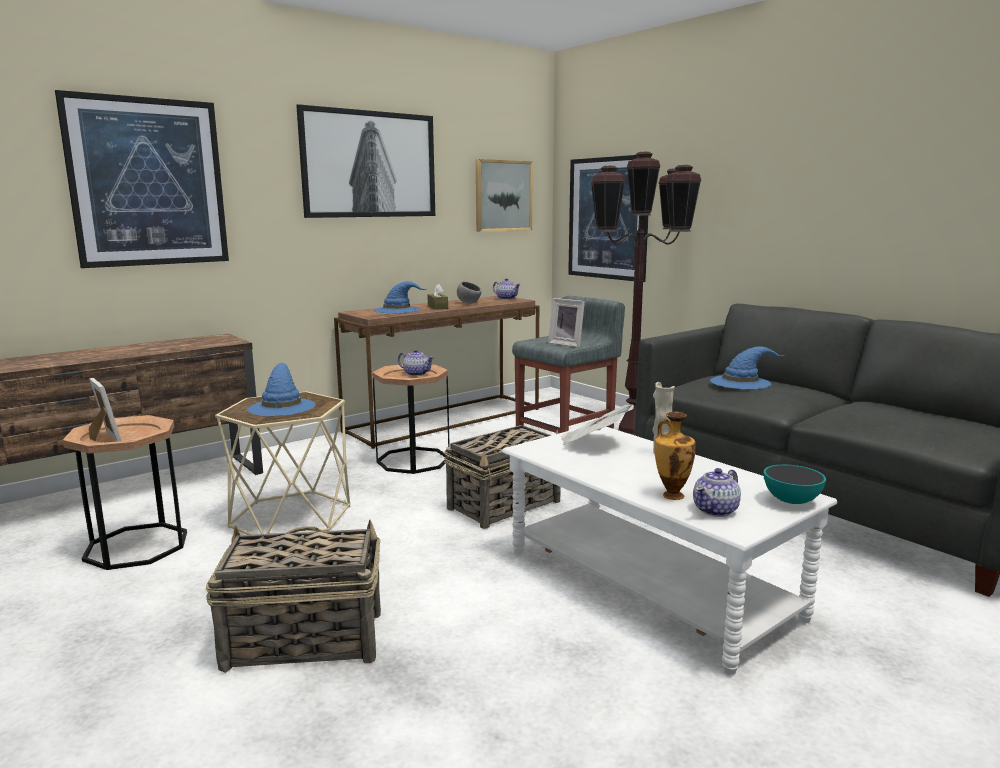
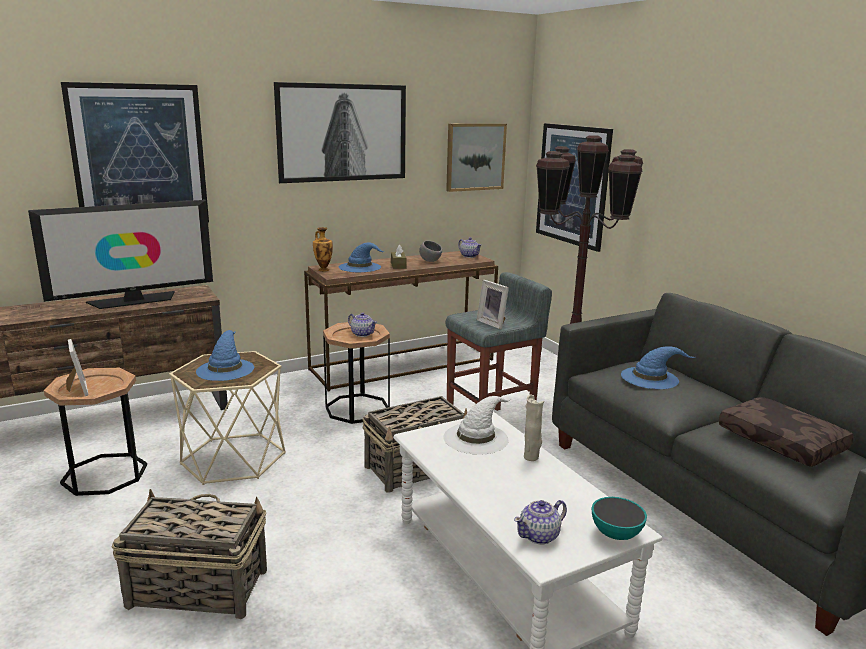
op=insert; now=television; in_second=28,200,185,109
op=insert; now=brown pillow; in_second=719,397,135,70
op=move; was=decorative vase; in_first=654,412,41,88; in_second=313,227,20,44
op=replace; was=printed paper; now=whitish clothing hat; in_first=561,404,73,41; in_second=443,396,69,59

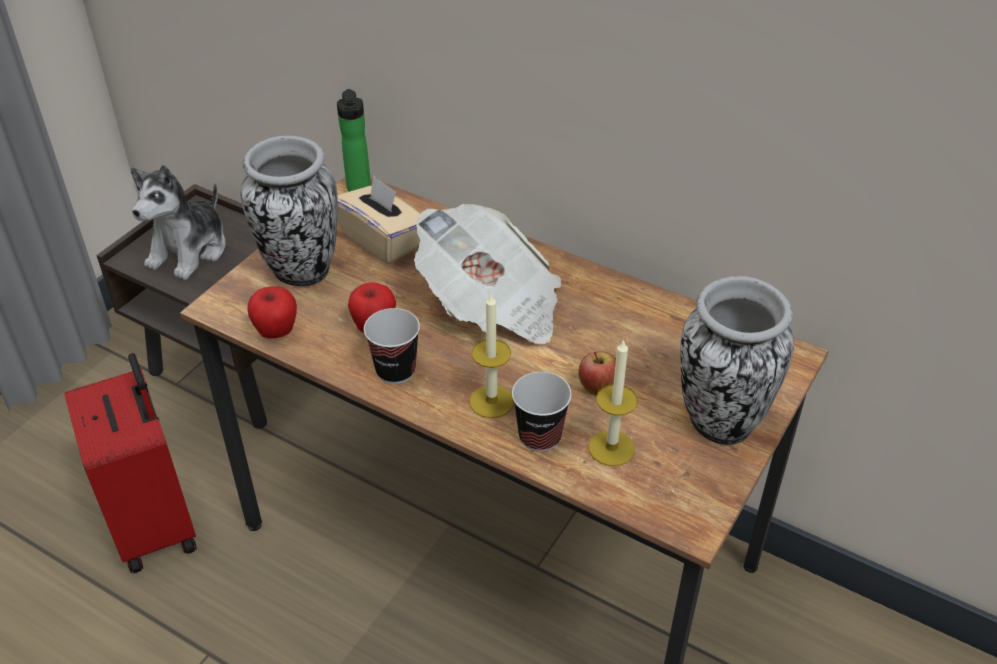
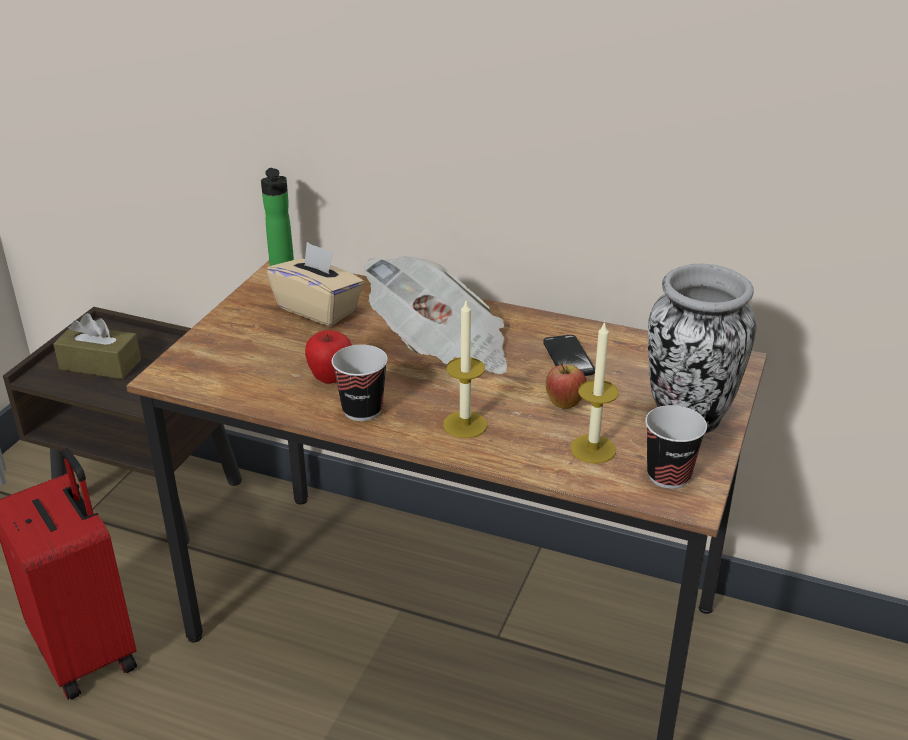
op=delete; was=decorative vase; in_first=241,136,97,151
op=delete; was=whole apple; in_first=248,287,49,51
op=insert; now=telephone; in_second=543,335,52,41
op=move; was=small cup; in_first=512,372,60,80; in_second=645,405,62,84
op=replace; was=cuddly toy; now=brown box of tissues; in_first=130,165,96,115; in_second=53,313,88,66

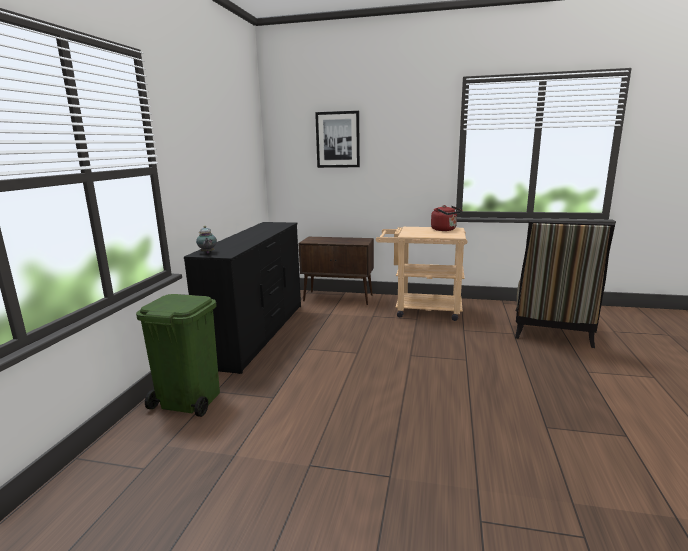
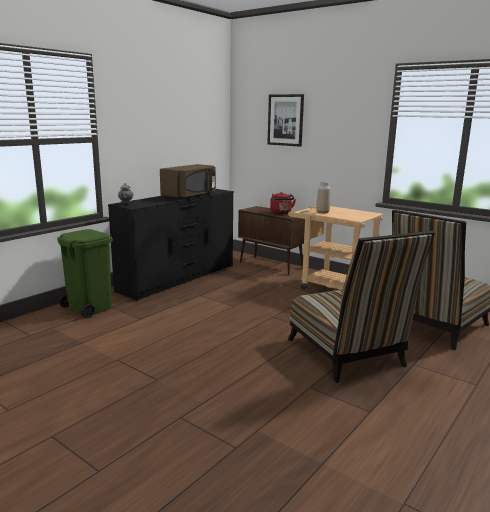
op=insert; now=brown kitchen microwave; in_second=160,164,56,35
op=insert; now=upright chair; in_second=288,231,147,152
op=insert; now=decorative vase; in_second=316,181,14,33
op=move; was=reddish water kettle; in_first=431,205,31,26; in_second=270,192,26,22

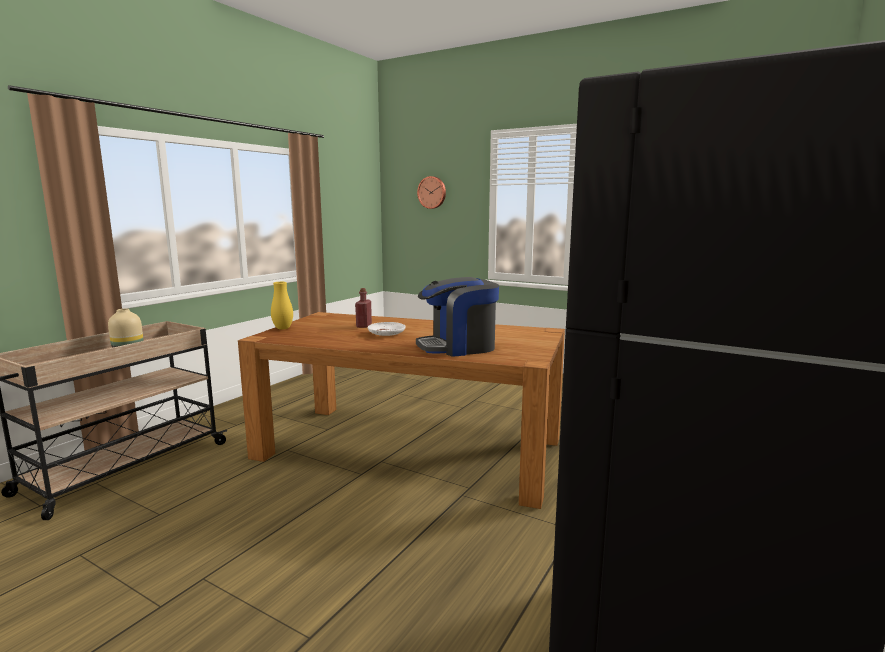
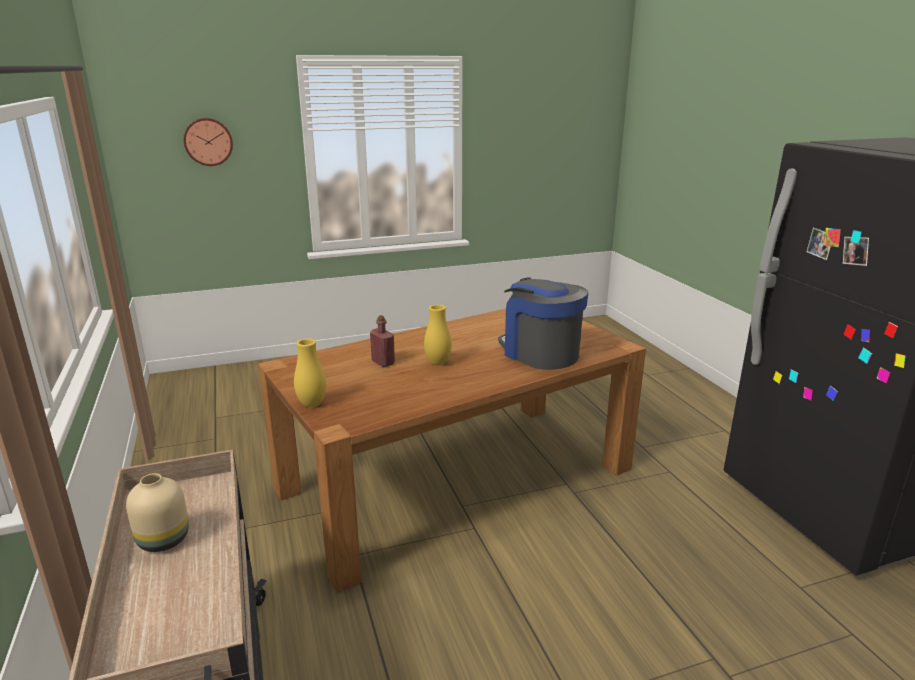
op=replace; was=whitish flat dish; now=yellow decorative vase; in_first=368,322,38,14; in_second=424,305,28,60
op=rotate; was=coffee machine; in_first=416,277,83,80; in_second=498,277,91,93; clockwise=120

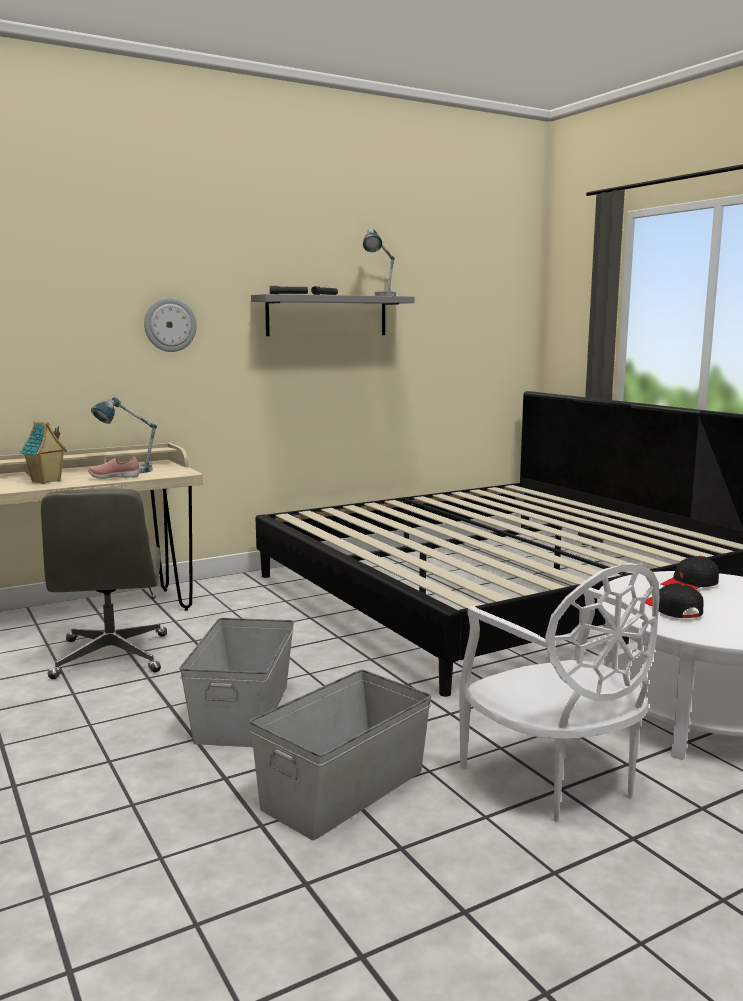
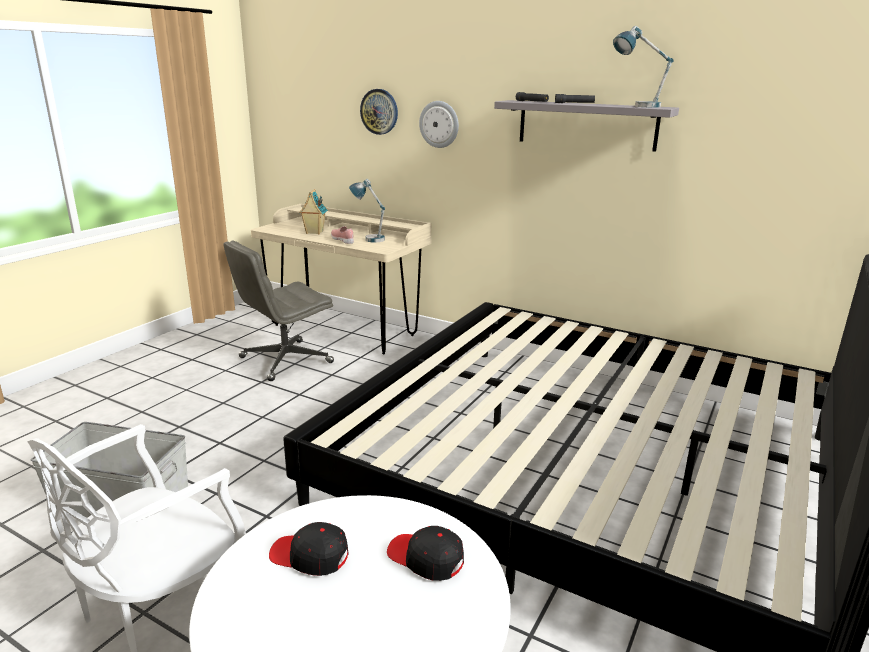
op=delete; was=gray storage bin; in_first=179,618,115,129
op=insert; now=hanging clock; in_second=360,89,38,46
op=rotate; was=black cap; in_first=645,583,58,35; in_second=269,522,80,54; clockwise=-120

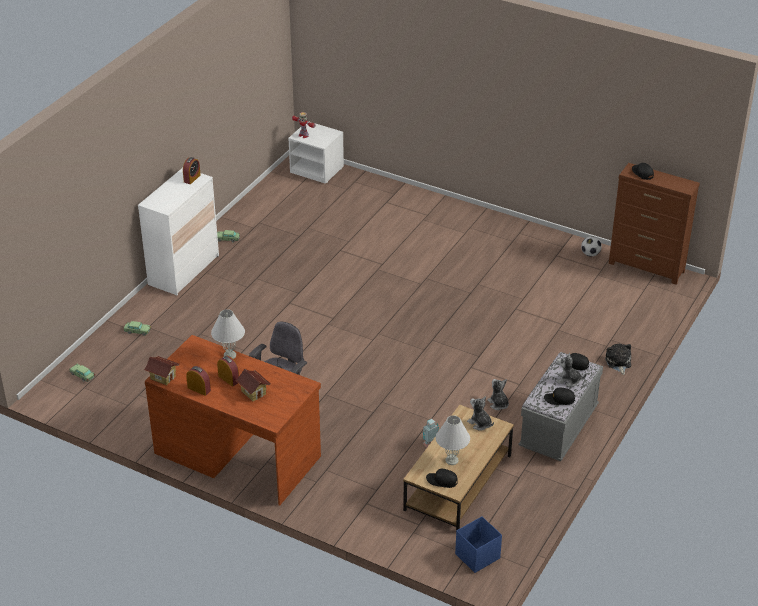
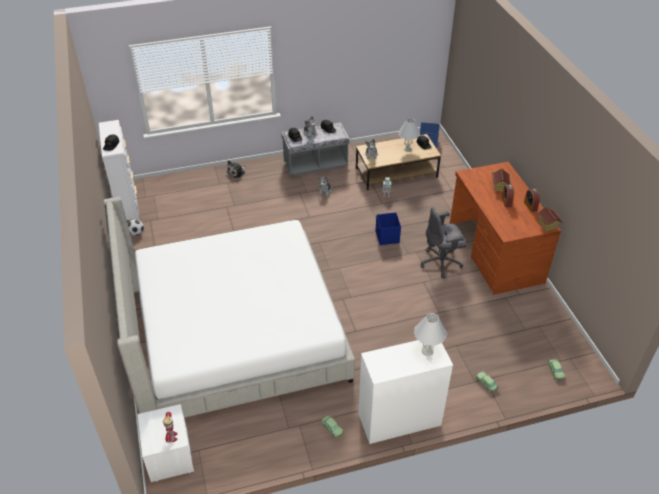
op=delete; was=table clock; in_first=183,157,18,27
op=insert; now=bedroom bed; in_second=103,197,252,221
op=insert; now=blue storage bin; in_second=375,213,26,32
op=move; was=whitish table lamp; in_first=211,309,34,50; in_second=414,313,32,43
op=recolor; was=brown chest of drawers; now=whitish chest of drawers; in_first=609,163,91,122; in_second=98,120,41,100

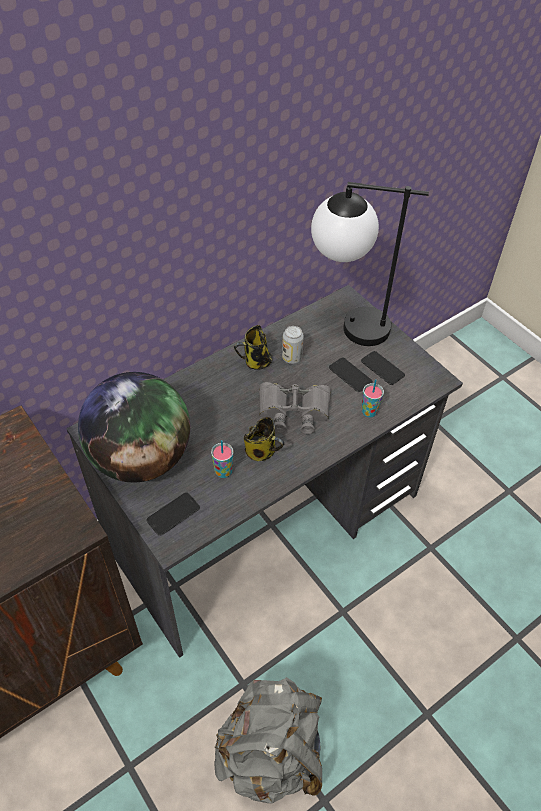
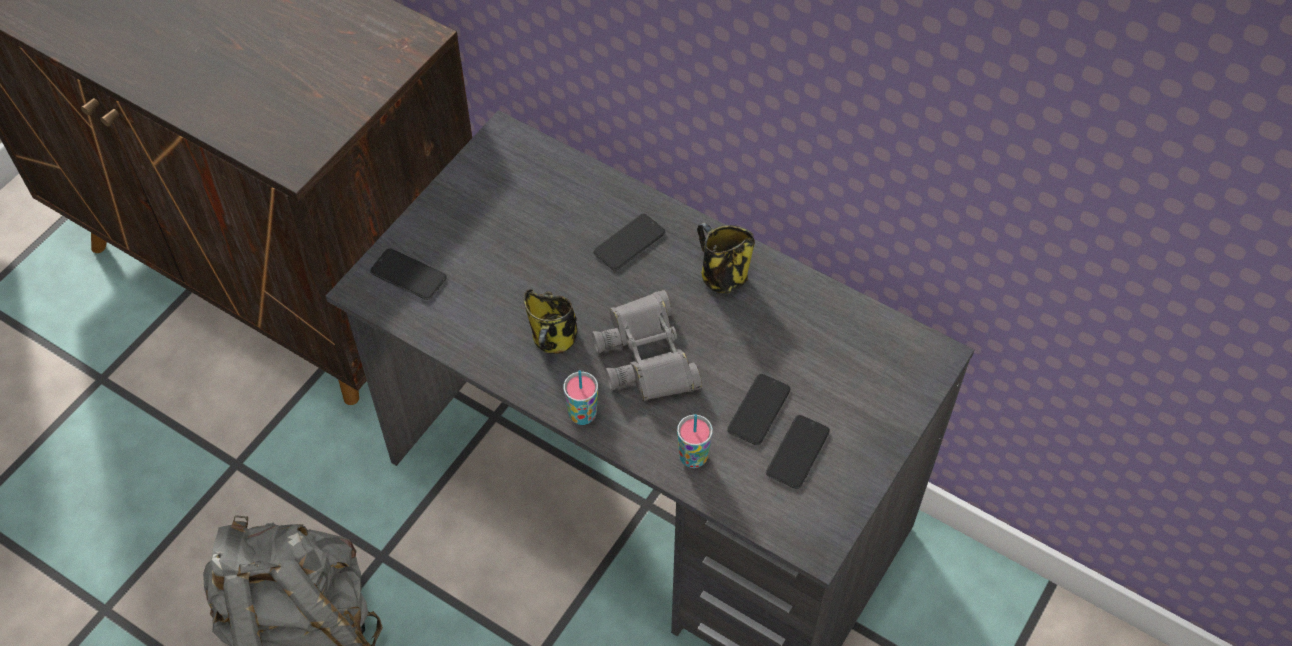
op=delete; was=globe; in_first=78,372,112,110
op=delete; was=sealed can; in_first=282,326,22,38
op=delete; was=table lamp; in_first=311,182,118,164
op=insert; now=telephone; in_second=593,214,72,57
op=move; was=small cup; in_first=211,440,23,38; in_second=563,370,35,55

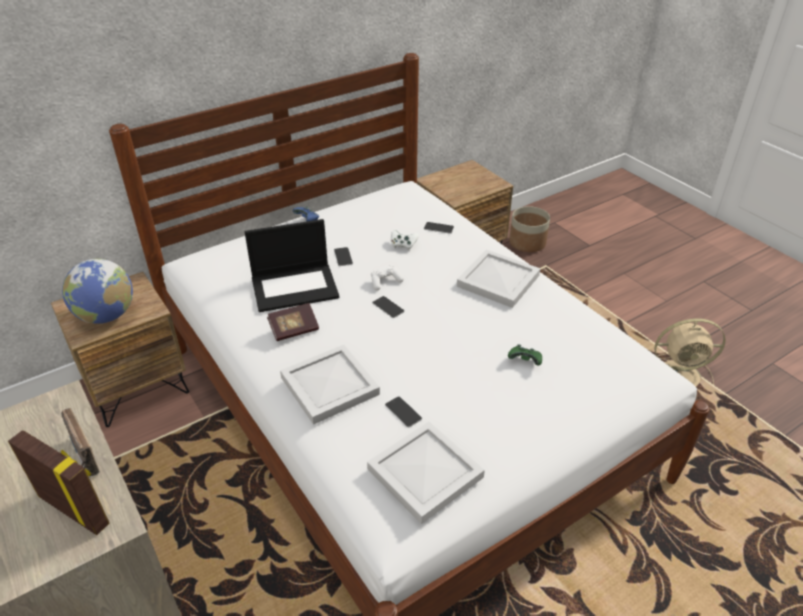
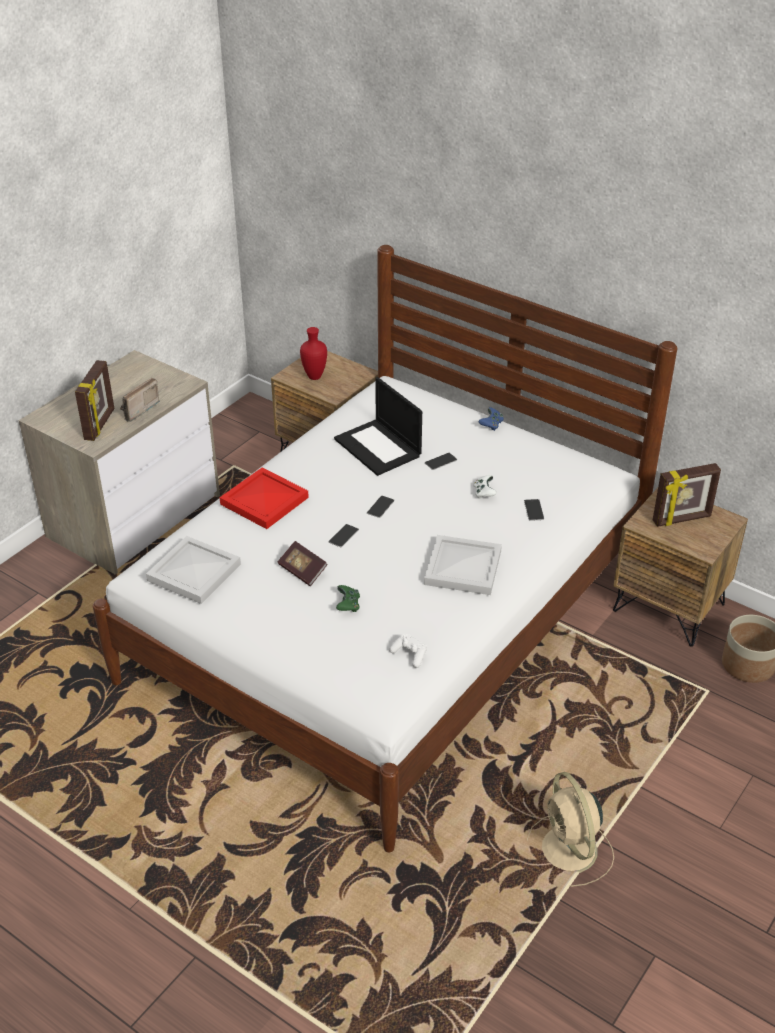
op=insert; now=picture frame; in_second=653,463,68,64
op=move; was=book; in_first=267,303,52,38; in_second=277,541,51,45
op=move; was=whitish joypad; in_first=371,265,33,26; in_second=389,634,38,34
op=move; was=telephone; in_first=385,396,37,31; in_second=329,524,30,23
op=replace; was=globe; now=reddish decorative vase; in_first=62,259,71,65; in_second=300,327,27,53
op=recolor; was=whitish carrying tray; now=reddish carrying tray; in_first=280,345,100,80; in_second=220,468,89,61

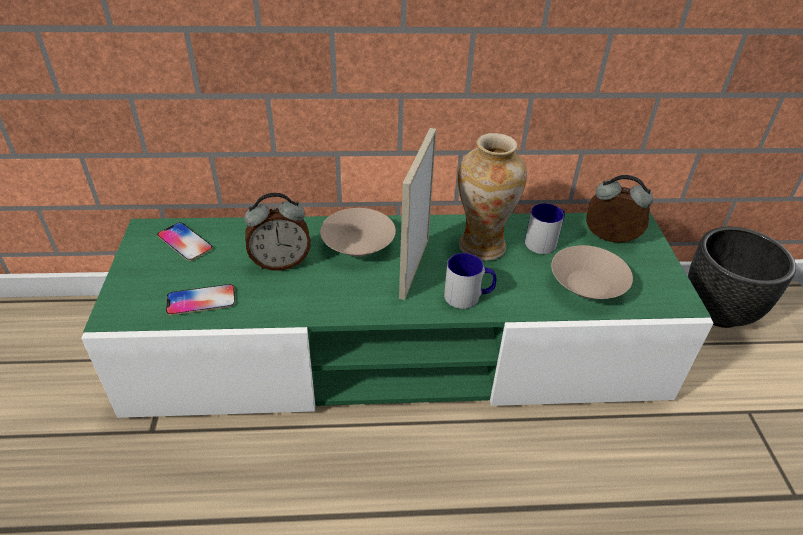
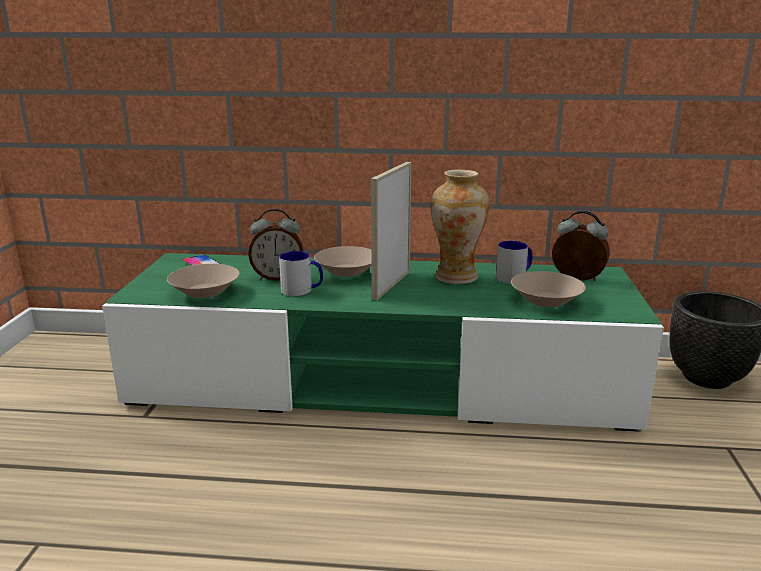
op=move; was=tea mug; in_first=444,253,52,56; in_second=279,251,44,45
op=replace; was=telephone; now=sand-coloured serving bowl; in_first=166,284,69,31; in_second=167,264,72,34

